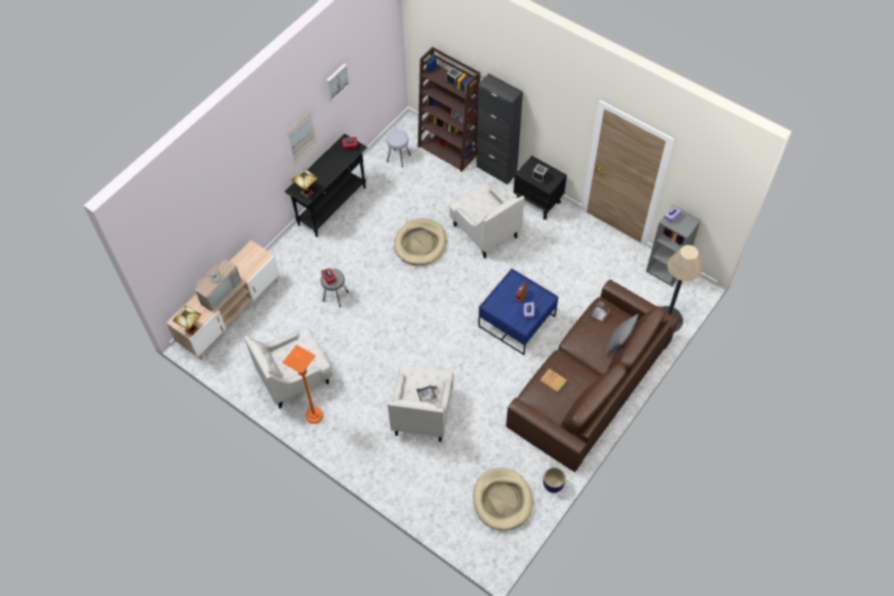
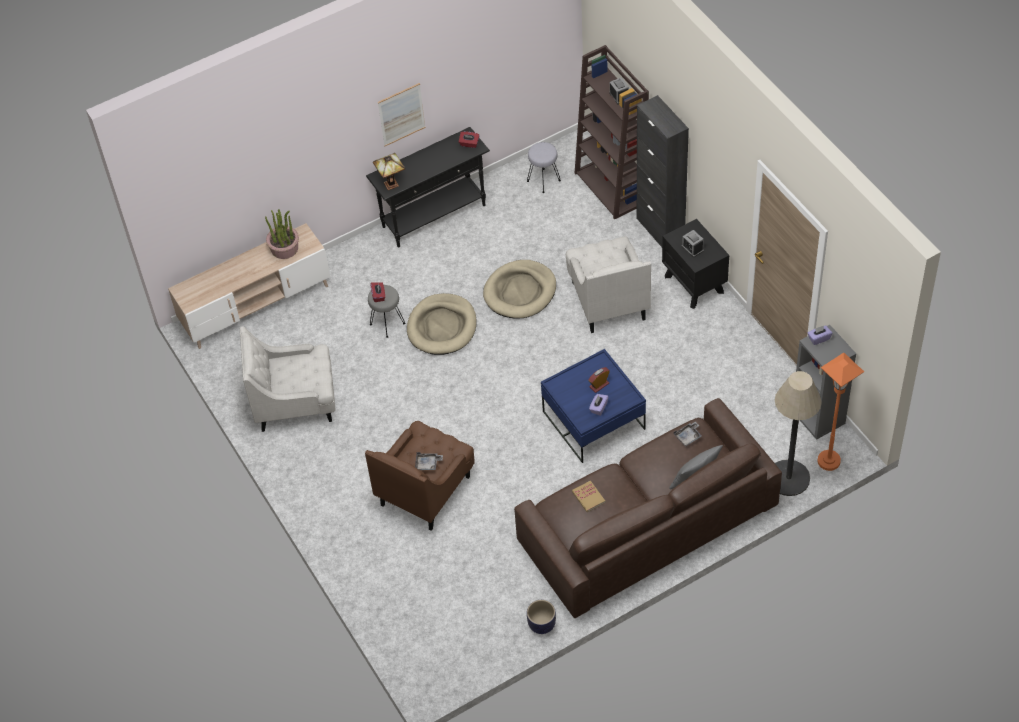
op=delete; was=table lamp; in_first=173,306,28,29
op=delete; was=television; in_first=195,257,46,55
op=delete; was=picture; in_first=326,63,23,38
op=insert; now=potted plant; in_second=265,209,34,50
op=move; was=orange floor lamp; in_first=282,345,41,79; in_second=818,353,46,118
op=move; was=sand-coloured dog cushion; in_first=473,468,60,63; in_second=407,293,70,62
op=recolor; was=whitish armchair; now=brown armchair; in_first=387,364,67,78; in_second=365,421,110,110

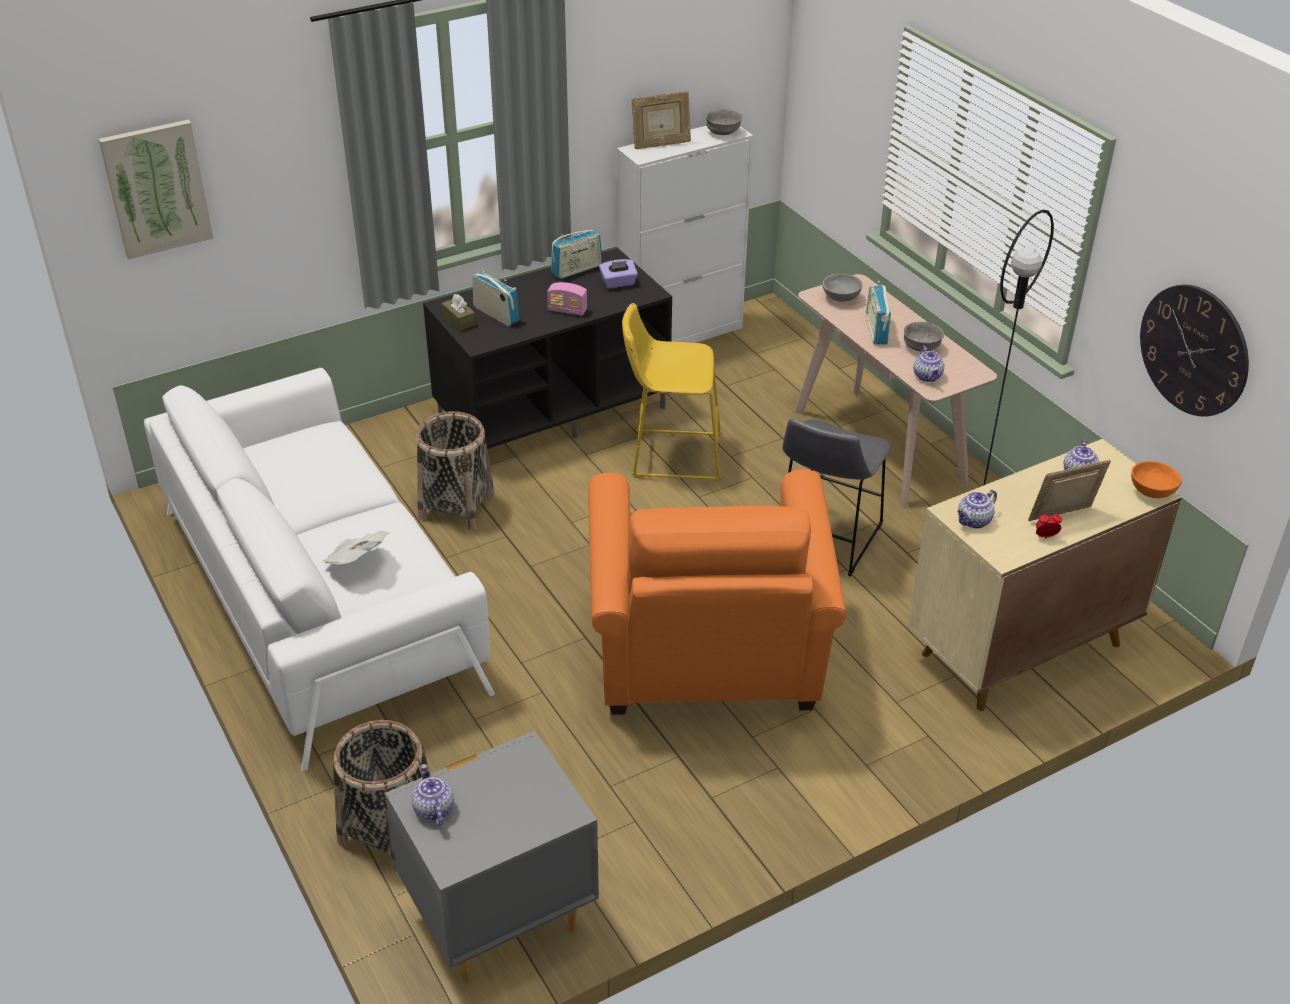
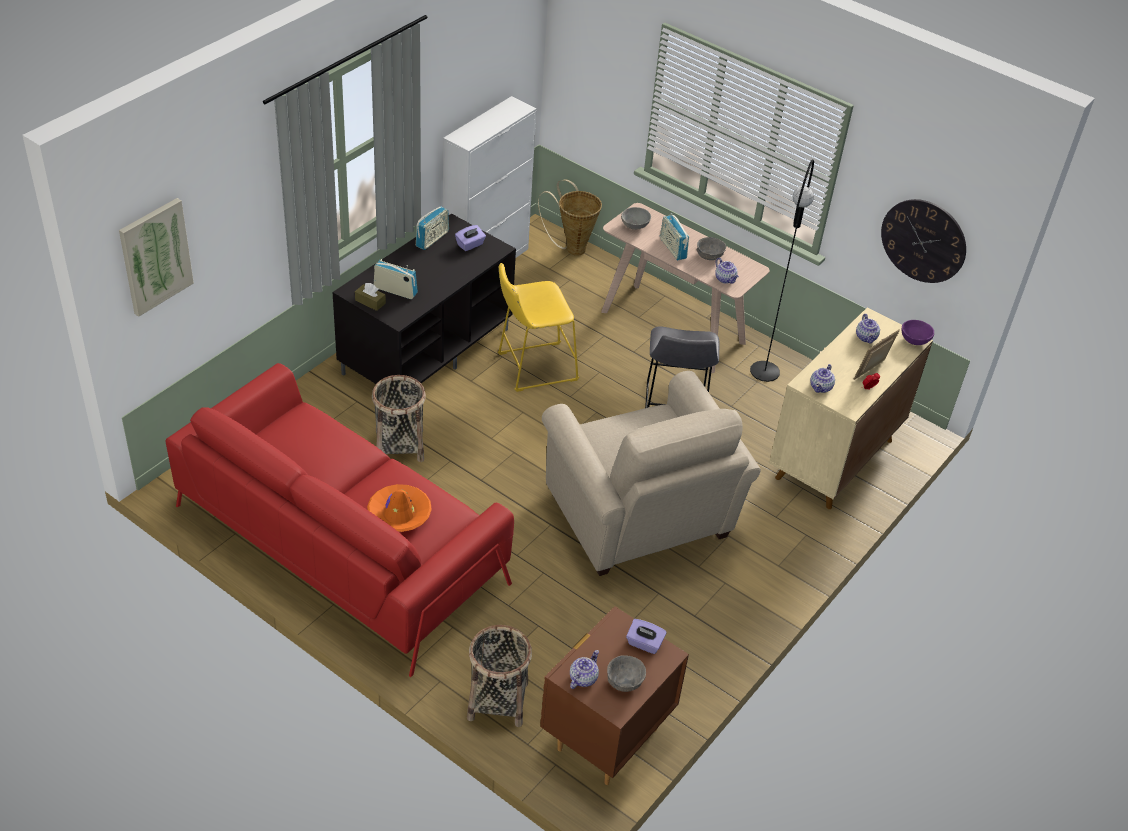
op=delete; was=radio receiver; in_first=547,282,40,34
op=delete; was=picture frame; in_first=631,91,60,58
op=insert; now=household basket; in_second=538,179,64,77
op=insert; now=purplish box of tissues; in_second=626,619,41,35
op=move; was=gray serving bowl; in_first=706,109,37,26; in_second=607,656,39,36
op=replace; was=printed paper; now=orange clothing hat; in_first=322,531,68,34; in_second=367,484,65,48
op=recolor; was=whitish couch; now=reddish couch; in_first=144,368,351,403; in_second=166,363,348,314
op=recolor; was=gray bedside table; now=brown bedside table; in_first=385,731,214,252; in_second=540,606,149,179
op=recolor; was=orange armchair; now=sand-coloured armchair; in_first=588,469,258,246; in_second=542,371,219,205
op=recolor; was=orange serving bowl; now=purplish serving bowl; in_first=1131,461,51,37; in_second=902,320,32,25
op=rotate; was=teapot; in_first=411,764,43,62; in_second=570,650,29,39; clockwise=75

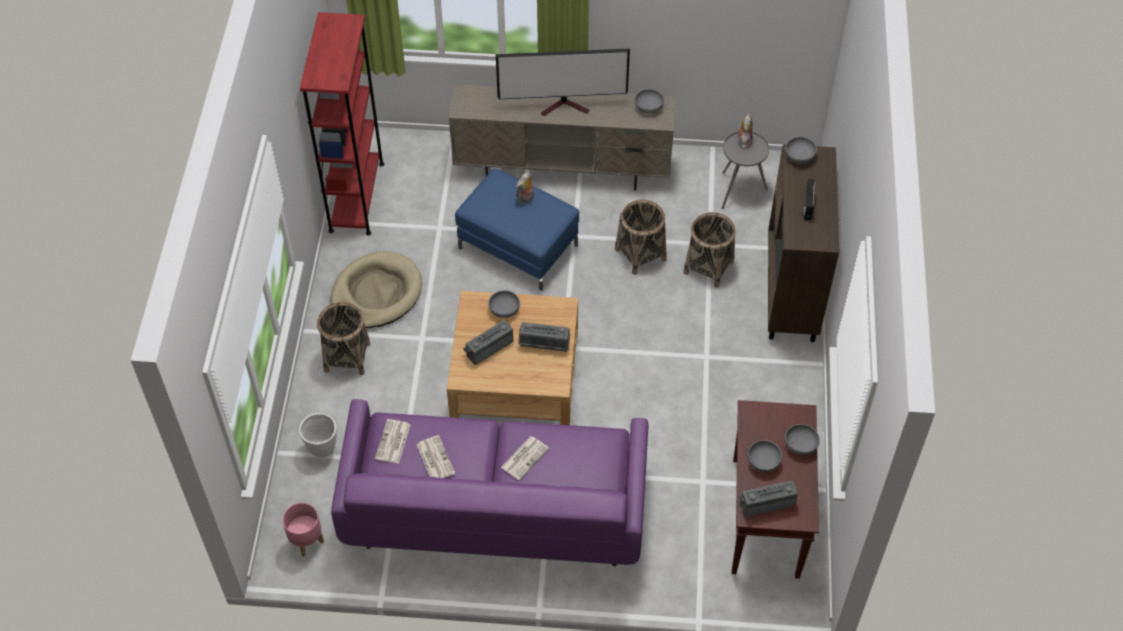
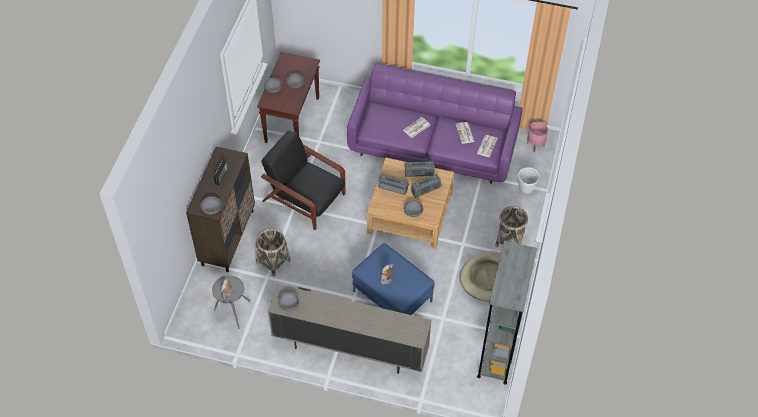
op=delete; was=television; in_first=496,48,134,68
op=delete; was=household basket; in_first=615,200,51,75
op=insert; now=black armchair; in_second=261,131,84,99
op=move; was=radio receiver; in_first=739,480,59,37; in_second=404,161,31,16
op=recolor; was=reddish bookshelf; now=gray bookshelf; in_first=300,12,84,224; in_second=477,241,60,144

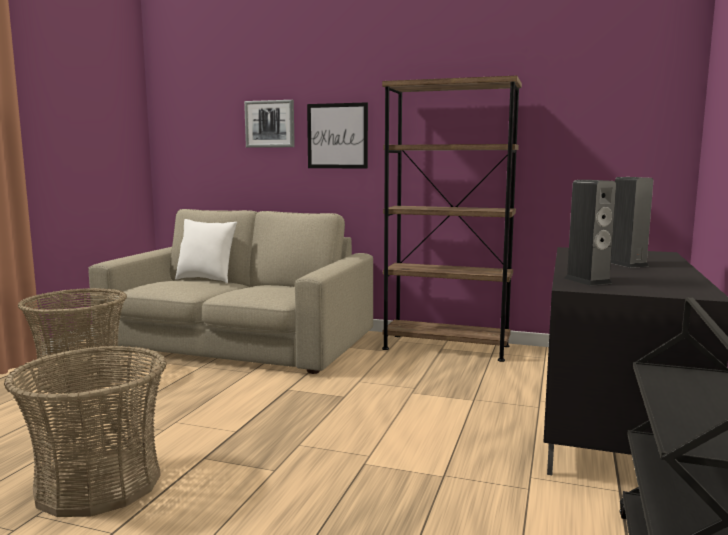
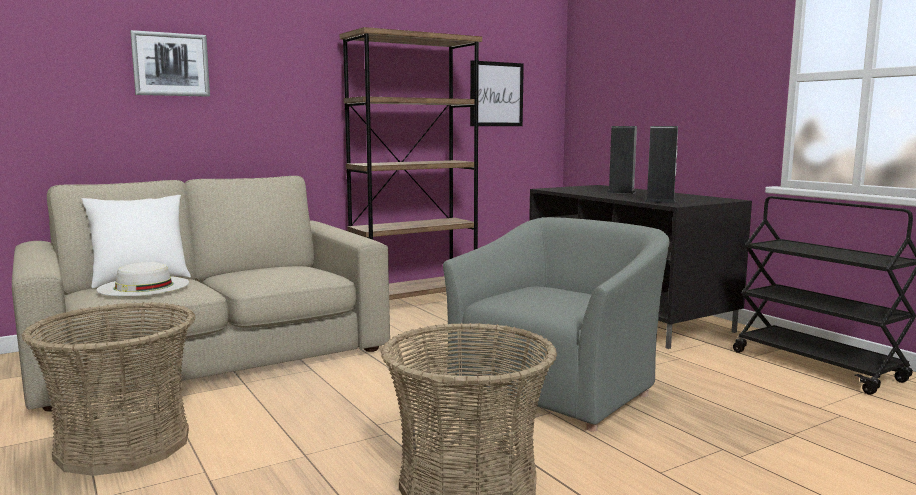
op=insert; now=whitish clothing hat; in_second=96,262,93,34
op=insert; now=gray armchair; in_second=443,217,226,214
op=move; was=picture; in_first=307,102,61,67; in_second=470,60,54,66

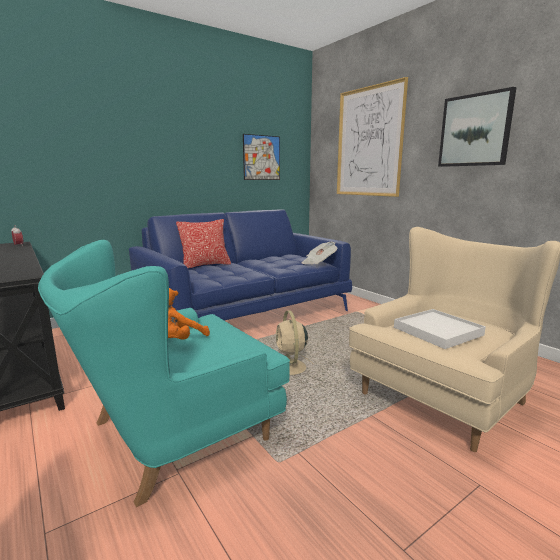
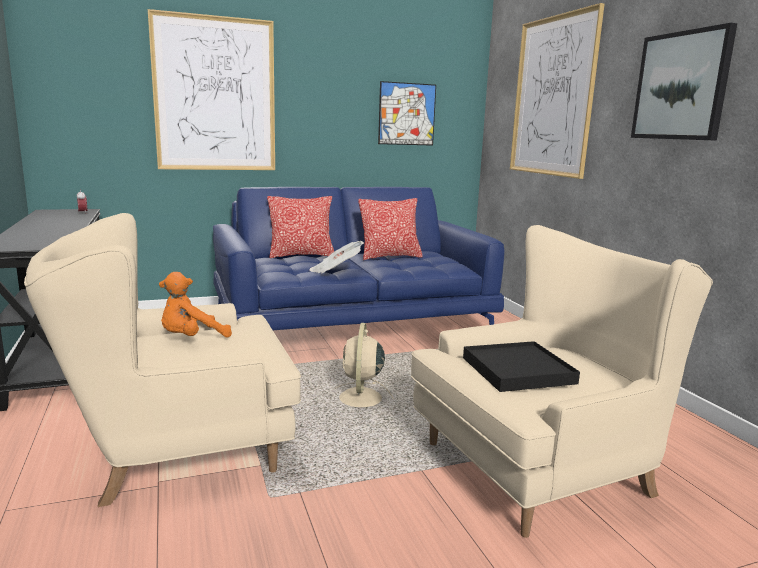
op=insert; now=picture; in_second=148,9,127,161
op=insert; now=pillow; in_second=358,198,65,62
op=move; was=printed paper; in_first=301,242,36,23; in_second=309,241,55,33
op=recolor; was=turquoise-coloured armchair; now=sand-coloured armchair; in_first=38,240,252,267; in_second=24,213,277,294
op=recolor; was=whitish carrying tray; now=black carrying tray; in_first=394,309,92,40; in_second=463,341,117,51

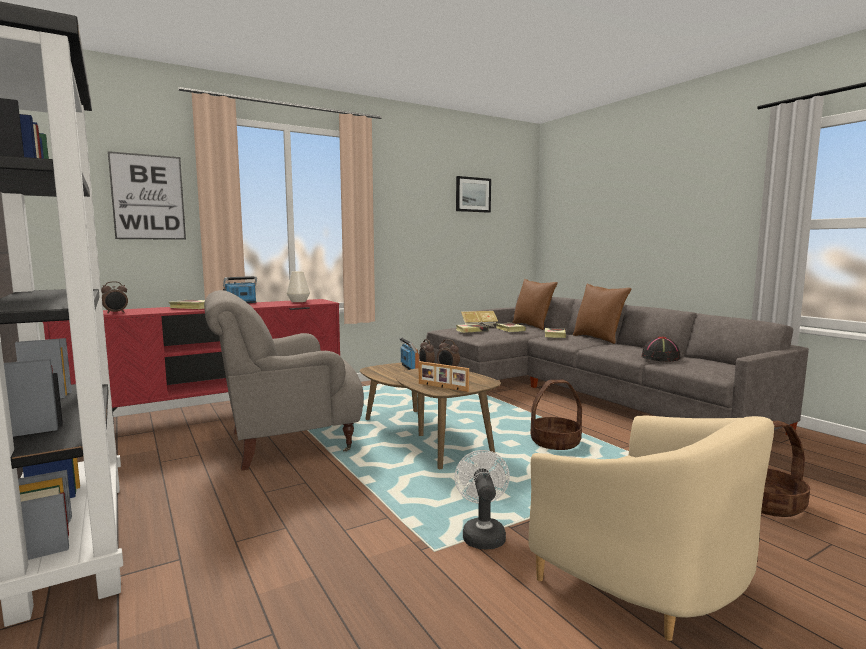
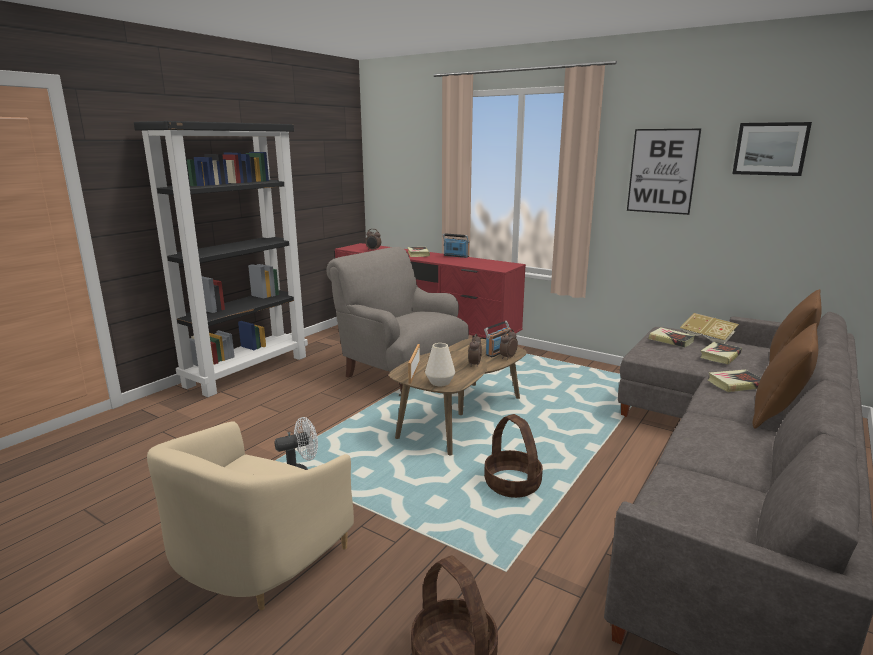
op=delete; was=black clothing hat; in_first=641,337,39,24
op=move; was=picture; in_first=108,151,78,89; in_second=627,129,74,86
op=move; was=whitish decorative vase; in_first=287,271,23,31; in_second=425,343,30,43

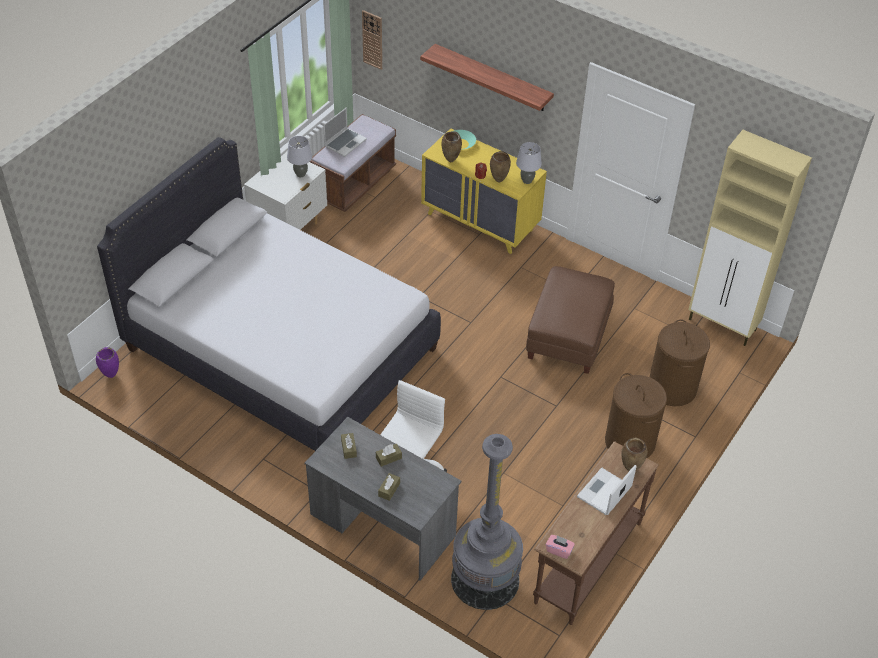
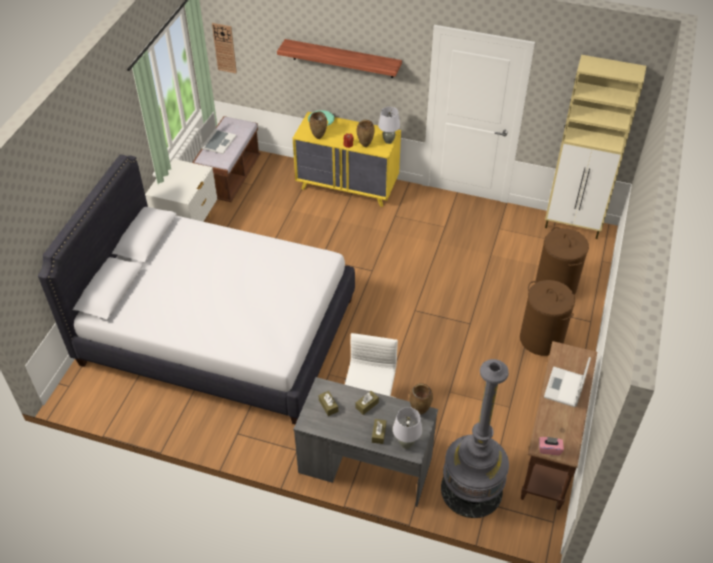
op=delete; was=purplish decorative vase; in_first=96,347,23,31
op=delete; was=brown ottoman; in_first=526,266,89,108
op=move; was=gray table lamp; in_first=287,136,25,41; in_second=393,407,30,42
op=move; was=brown decorative vase; in_first=621,438,27,33; in_second=409,383,24,31

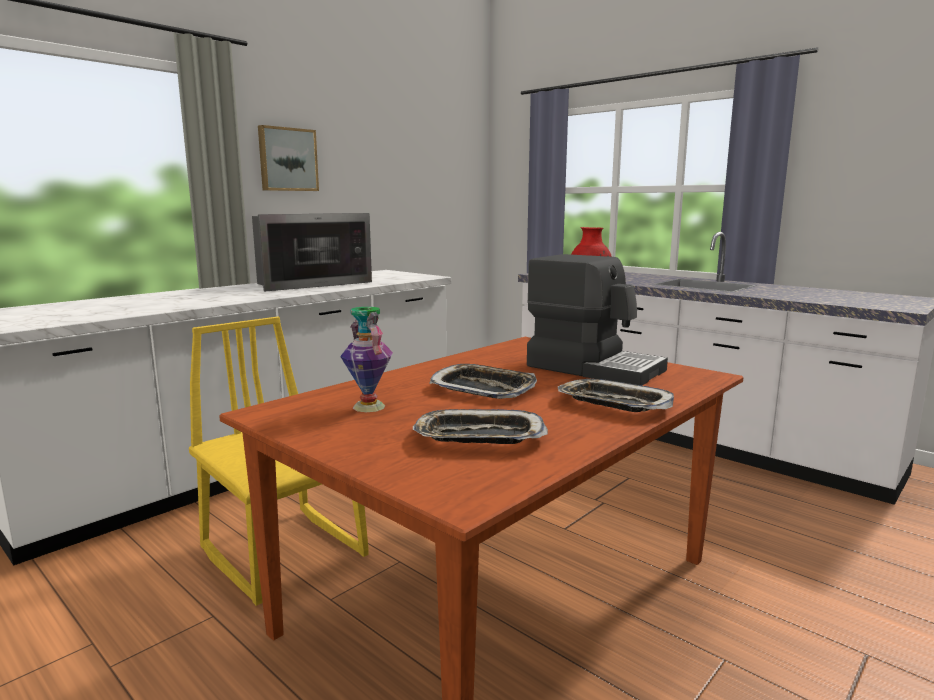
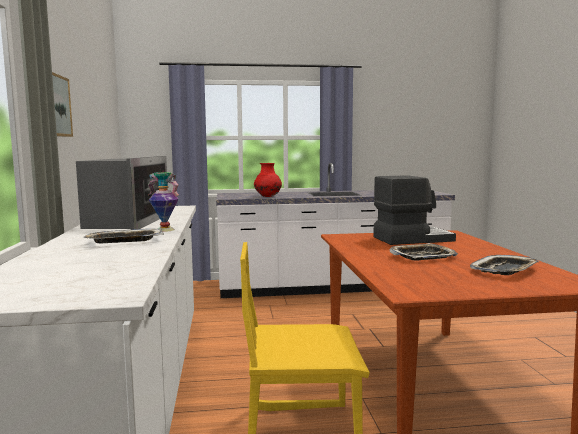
op=move; was=decorative vase; in_first=340,307,53,105; in_second=148,172,31,60
op=move; was=carrying tray; in_first=558,379,116,33; in_second=83,229,81,14

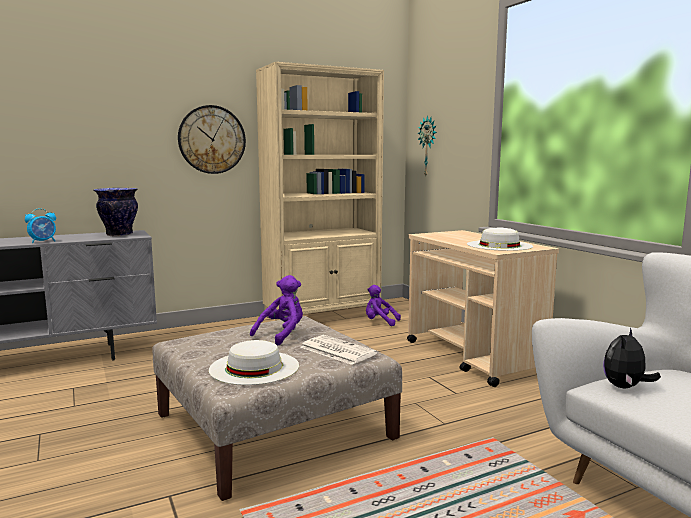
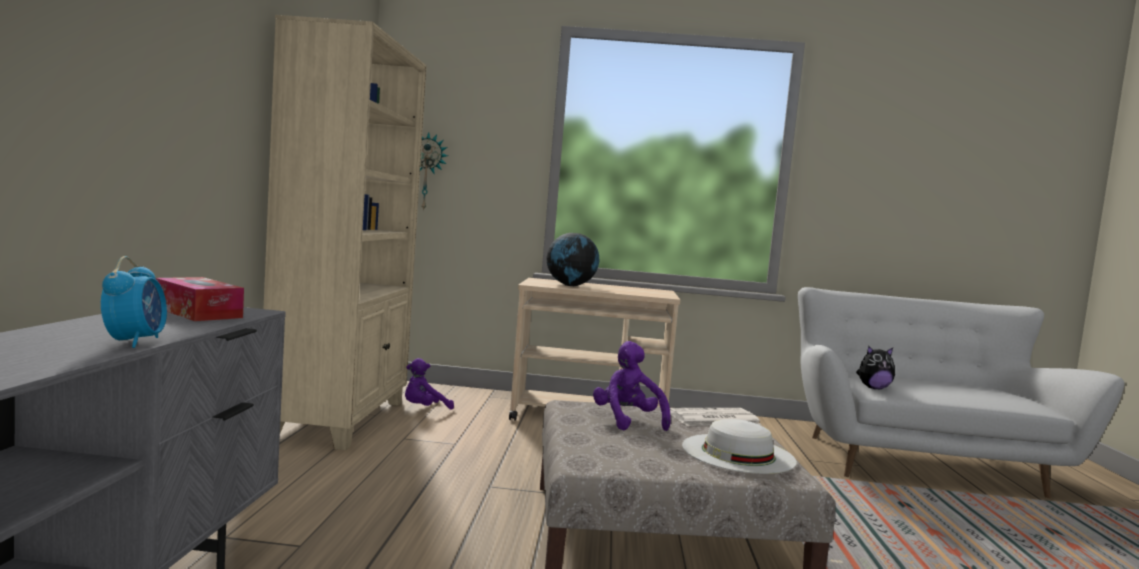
op=delete; was=hanging clock; in_first=178,105,68,69
op=delete; was=whitish clothing hat; in_first=467,227,66,24
op=insert; now=globe; in_second=547,233,52,53
op=replace; was=decorative vase; now=box of tissues; in_first=94,188,44,48; in_second=156,277,88,44
op=rotate; was=cuddly toy; in_first=603,327,58,61; in_second=856,346,39,43; clockwise=-75

